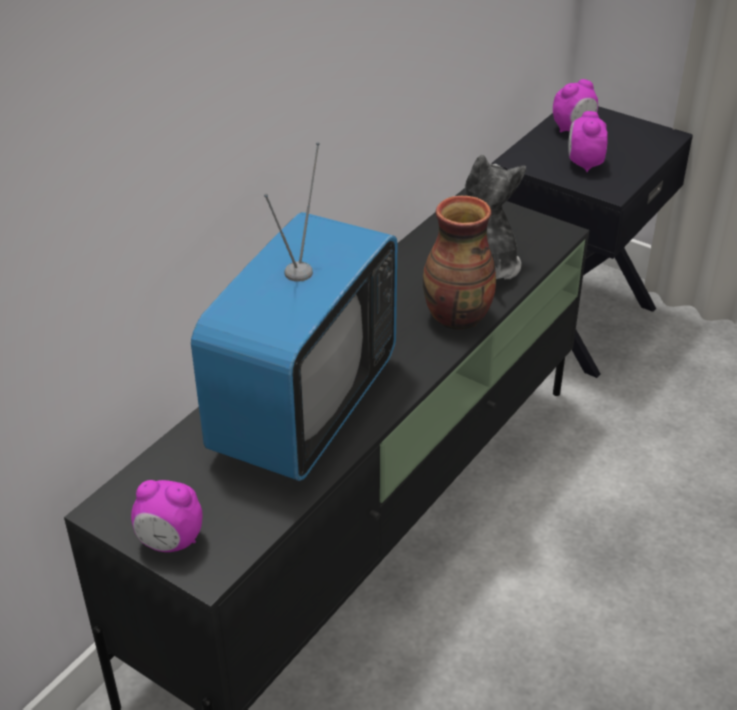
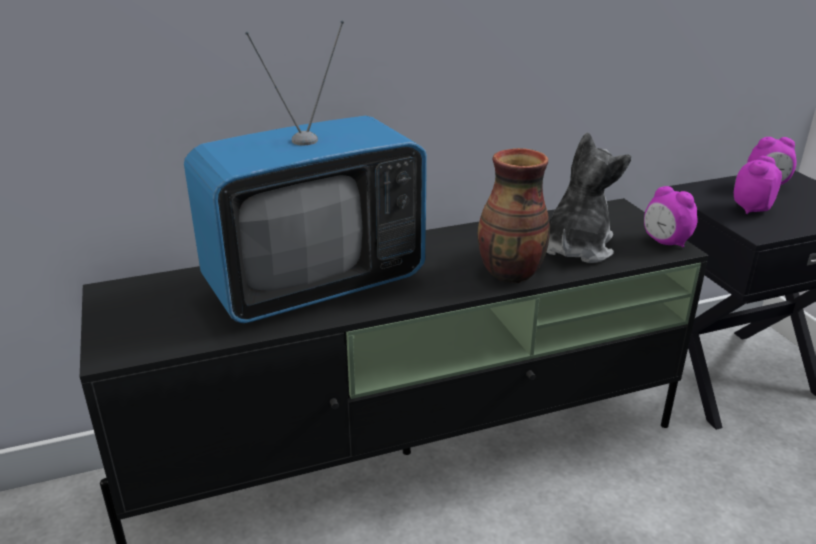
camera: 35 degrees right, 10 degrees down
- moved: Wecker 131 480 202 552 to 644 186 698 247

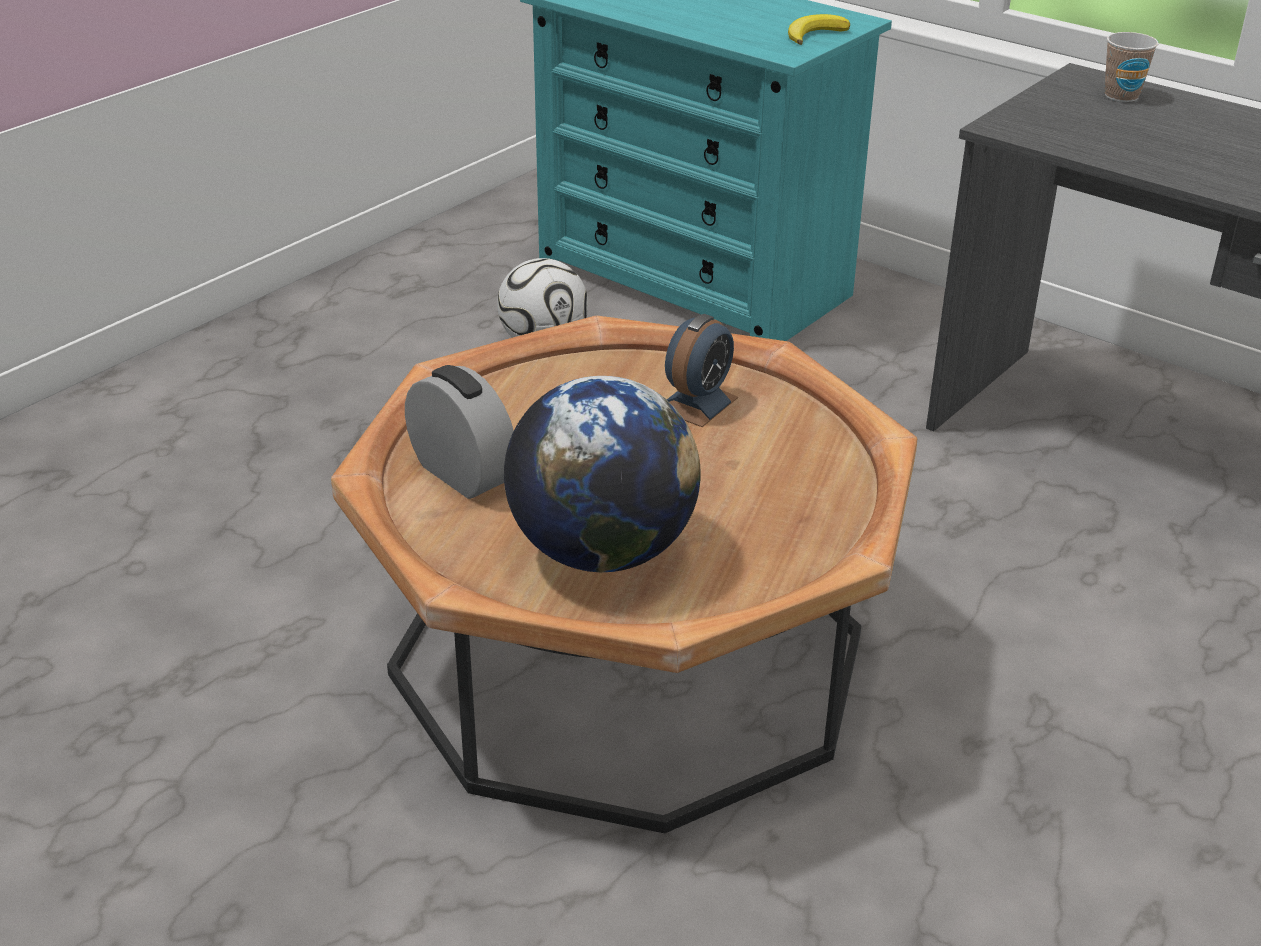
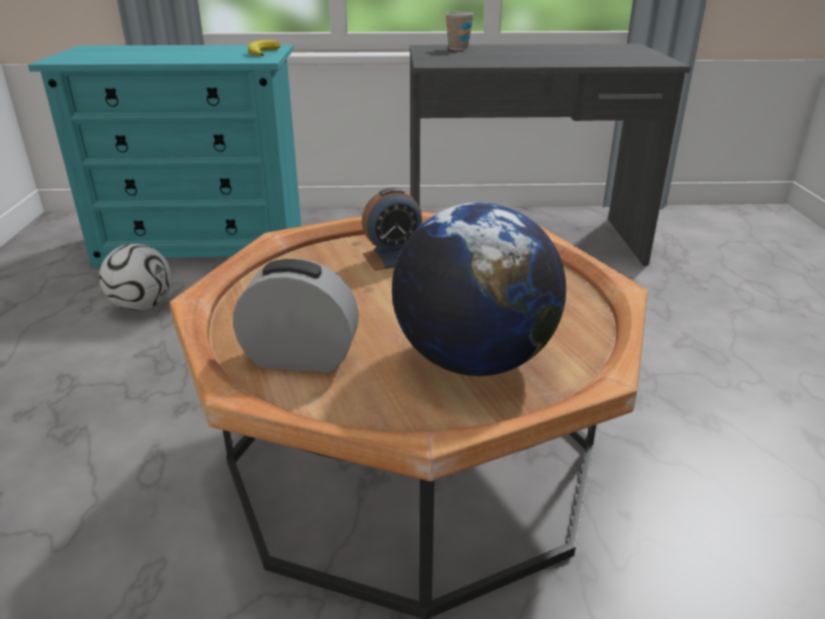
camera: 40 degrees left, 5 degrees down
- turned: Wecker 665 314 738 427 = 362 187 422 271 75 degrees clockwise

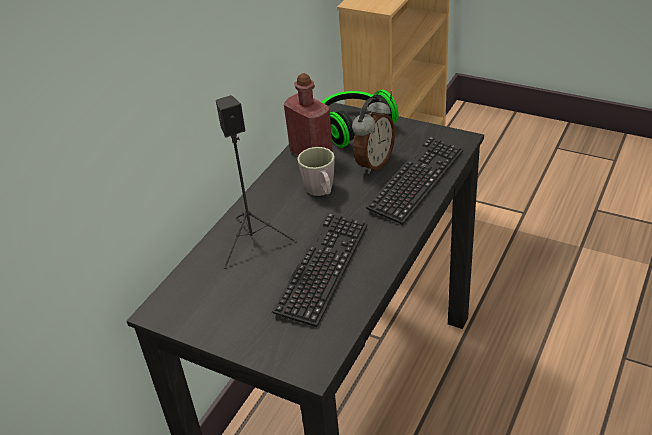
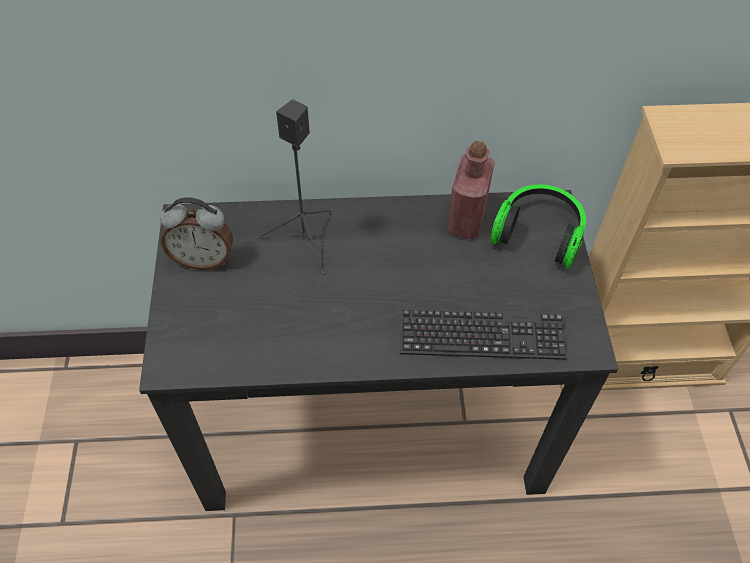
camera: 55 degrees right, 15 degrees up
- moved: Wecker 352 98 395 174 to 160 197 233 270
- removed: Tastatur 272 213 368 327
- removed: Henkelbecher/grau 297 147 335 196

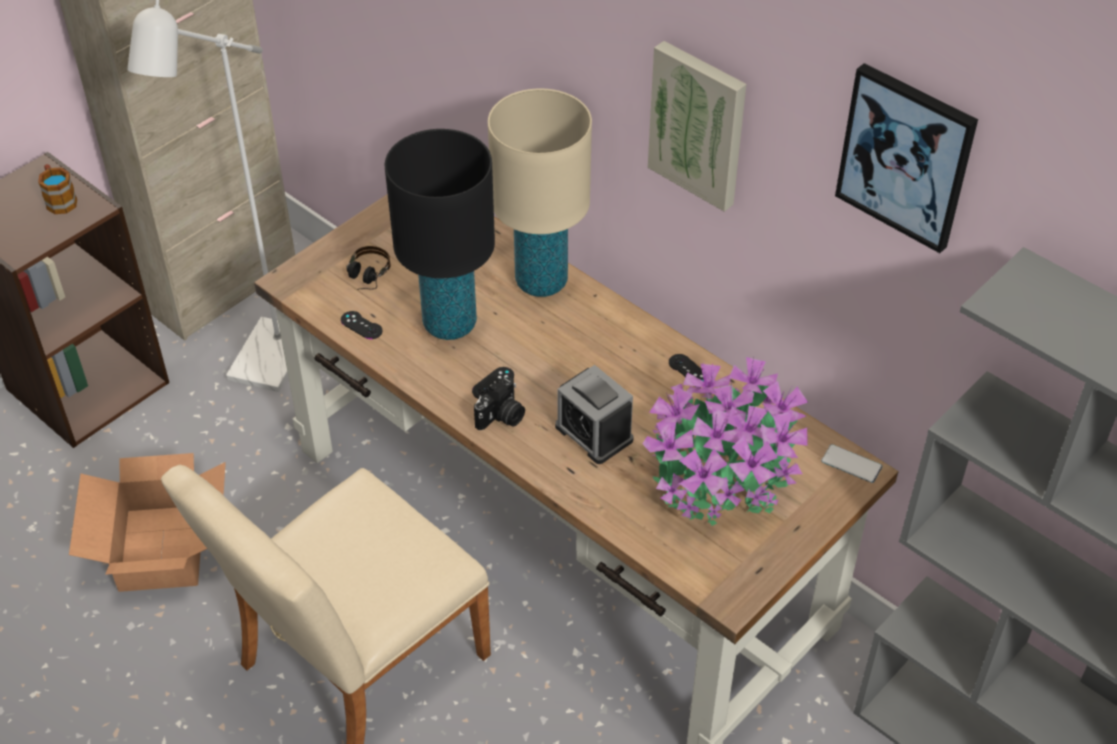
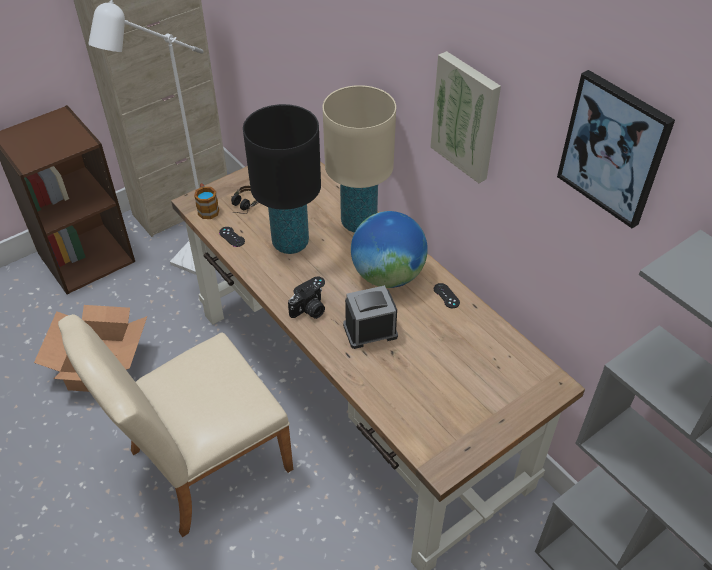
camera: 10 degrees right, 0 degrees up
- moved: Henkelbecher 38 164 77 214 to 194 183 219 219
- turned: Wecker 555 365 634 464 = 343 285 398 349 105 degrees clockwise
- added: Globus 351 211 428 288
- removed: Topfpflanze 643 357 808 526
- removed: Handy 821 444 883 483

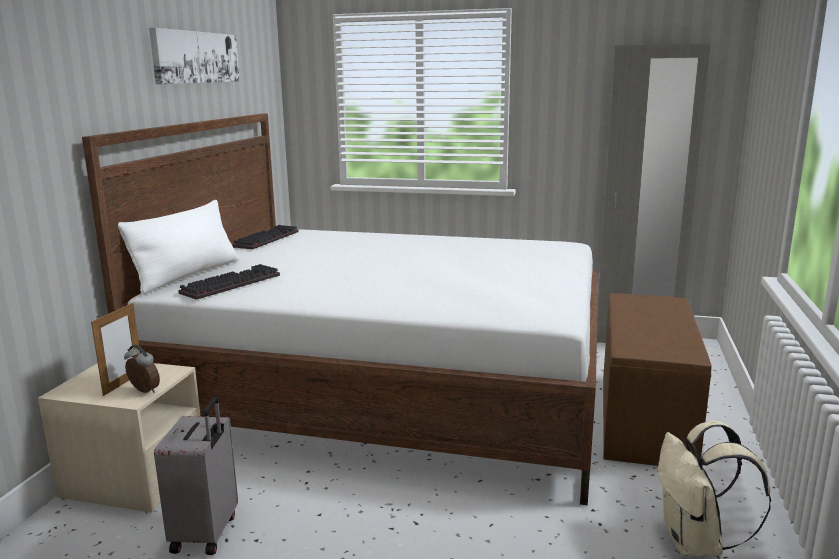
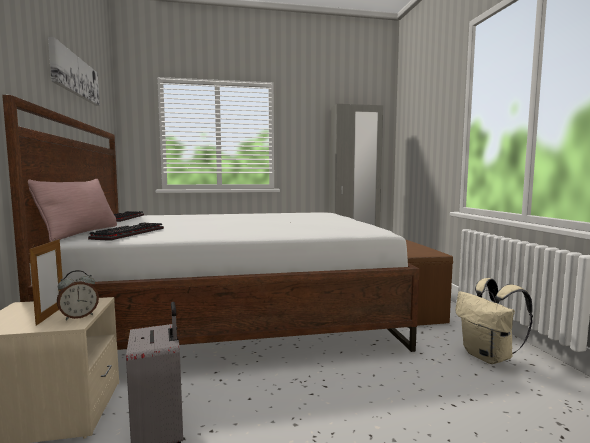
camera: 25 degrees left, 10 degrees down
- recoloured: Kissen/weiß 118 200 239 295 to Kissen/rosa 28 179 117 242
- turned: Wecker 124 345 160 393 = 57 270 99 320 135 degrees clockwise

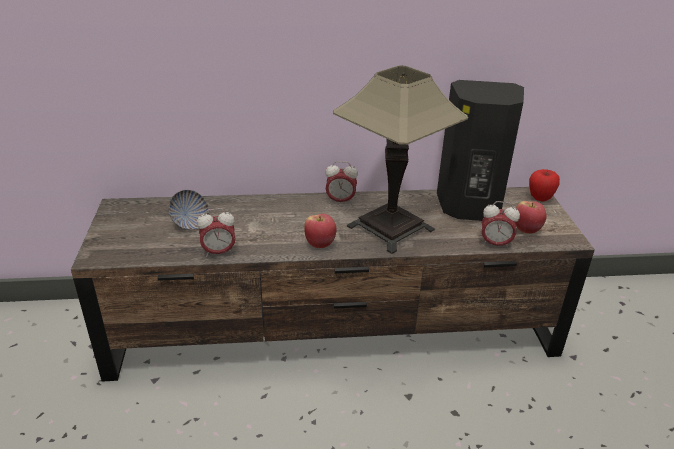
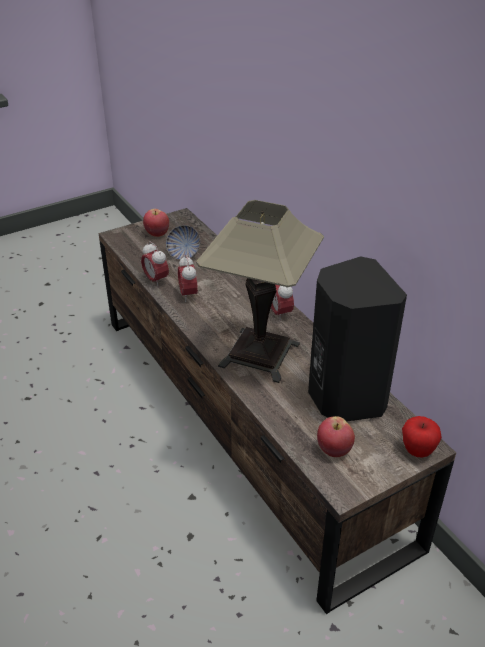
camera: 65 degrees right, 5 degrees up
- moved: Apfel 304 214 337 248 to 143 209 169 237
- moved: Wecker 482 201 520 249 to 178 255 198 302

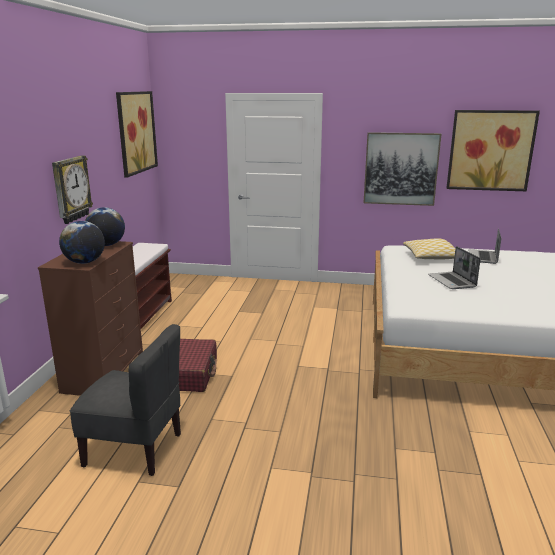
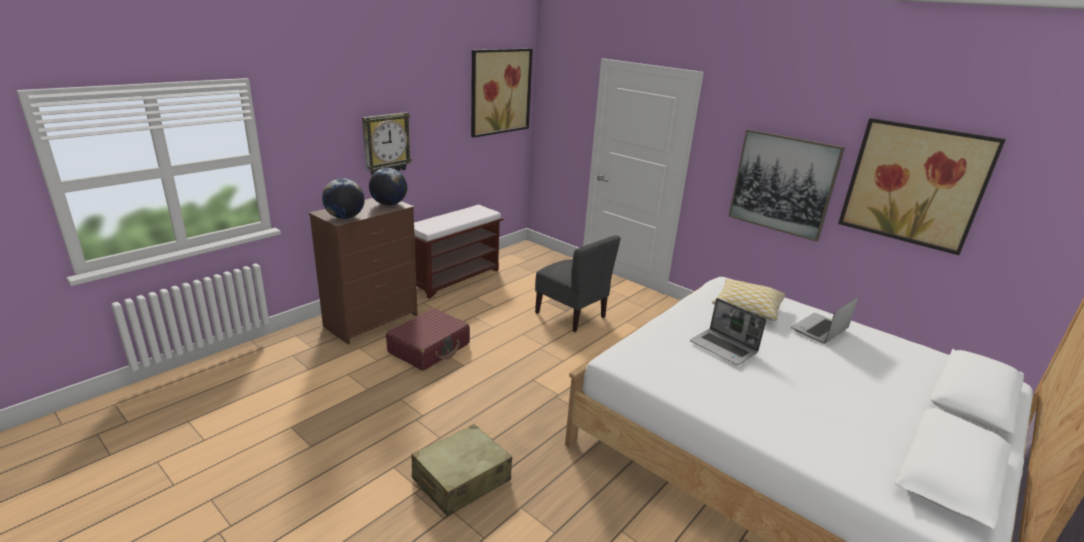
camera: 30 degrees right, 5 degrees up
- added: Koffer/beige 411 424 512 516
- moved: Stuhl/grau 70 324 181 476 to 535 235 621 332
- turned: Laptop 428 246 481 289 = 690 298 766 365 60 degrees counterclockwise

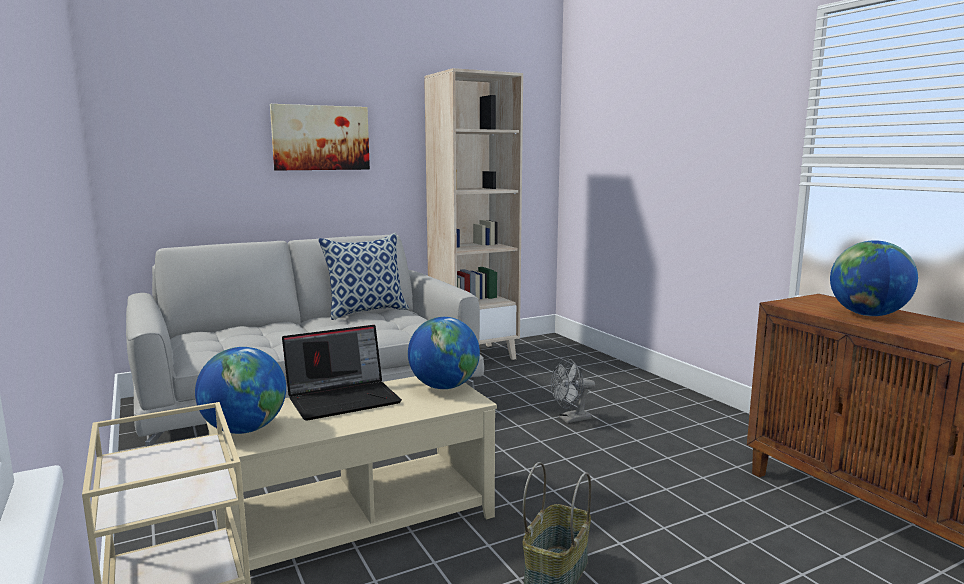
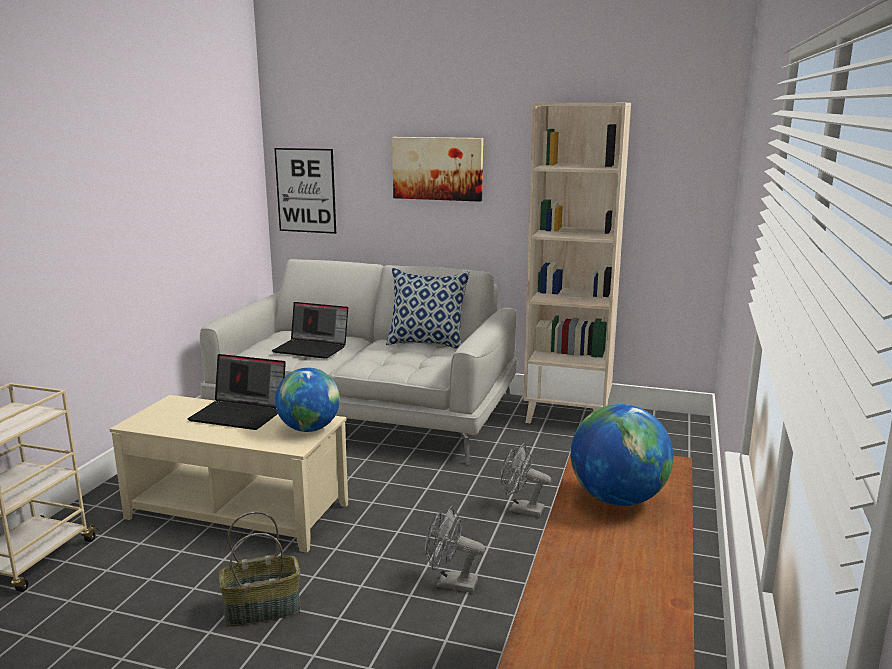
camera: 45 degrees right, 5 degrees up
- added: Laptop 272 302 348 359
- added: Bild 274 148 336 234
- added: Ventilator/grau 425 506 485 593
- removed: Globus 195 347 286 434

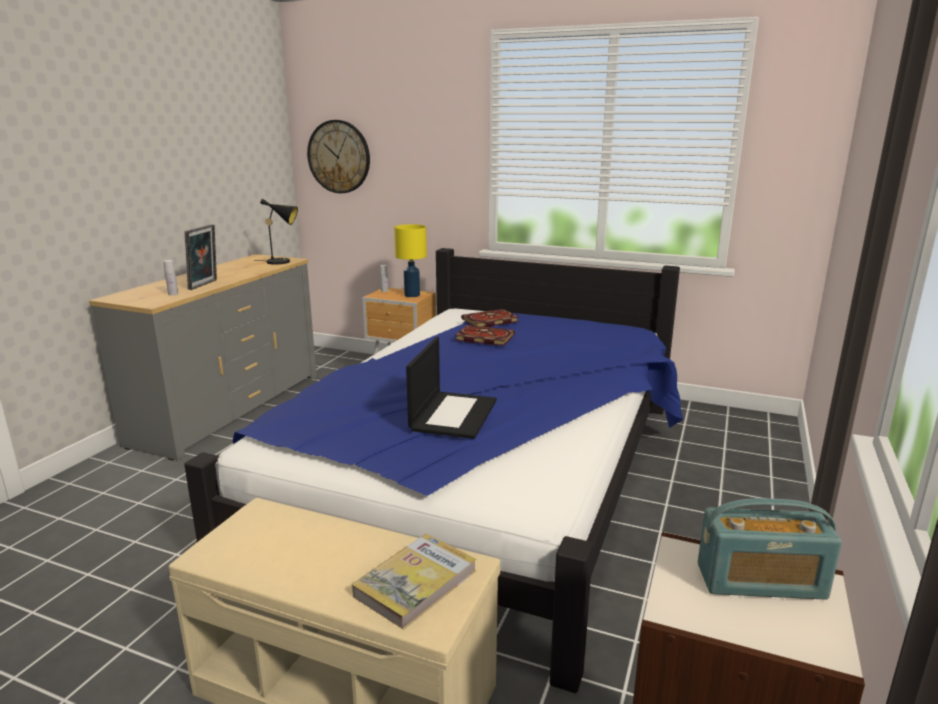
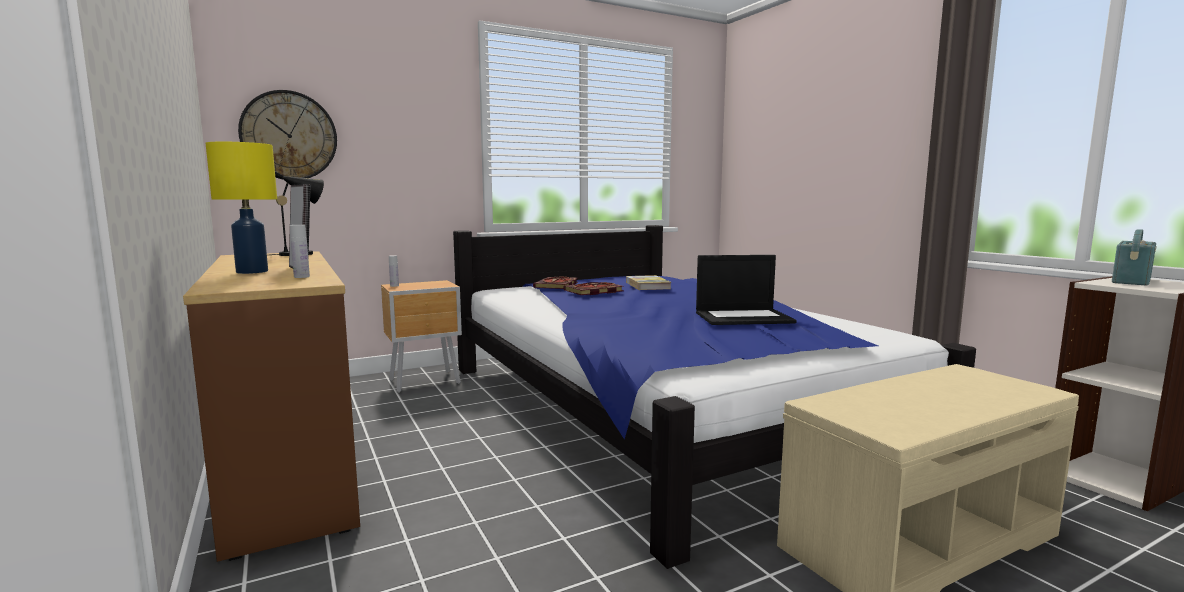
camera: 50 degrees left, 10 degrees down
- recoloured: Kommode/grau 89 254 317 460 to Kommode/braun 183 251 360 562
- moved: Tischlampe/gelb 394 224 427 297 to 206 142 277 274
- moved: Buch 352 534 477 630 to 626 275 671 290
- turned: Laptop 406 337 497 439 = 696 255 796 325 120 degrees clockwise

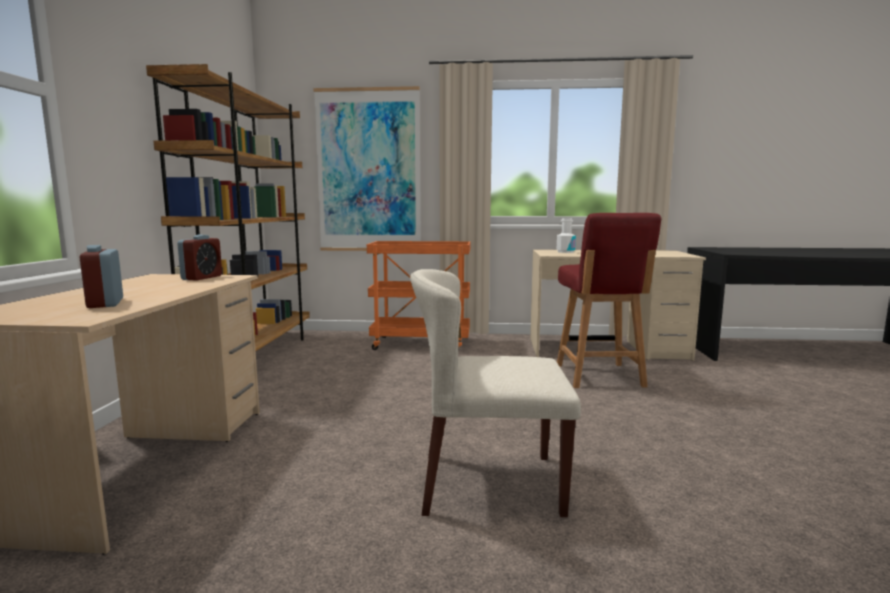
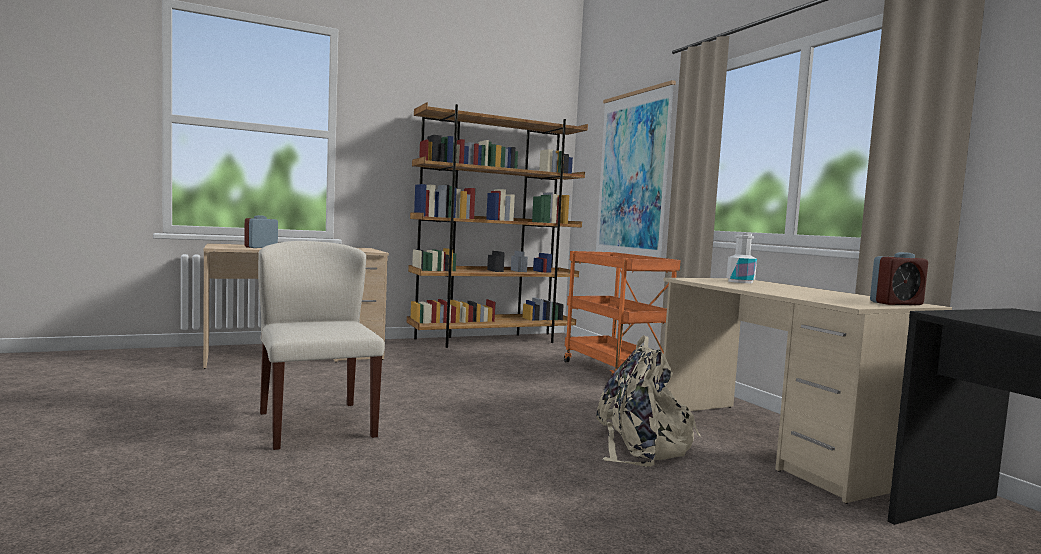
camera: 60 degrees right, 5 degrees down
- replaced: Stuhl/rot 557 213 662 388 to Rucksack/beige 596 335 701 467
- moved: Wecker 177 235 222 281 to 870 252 928 305

